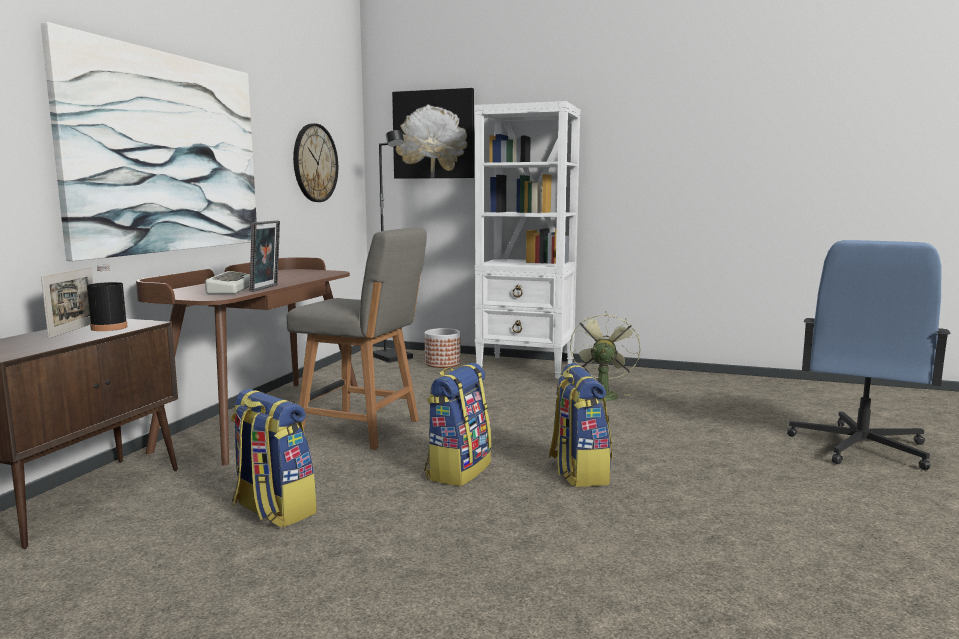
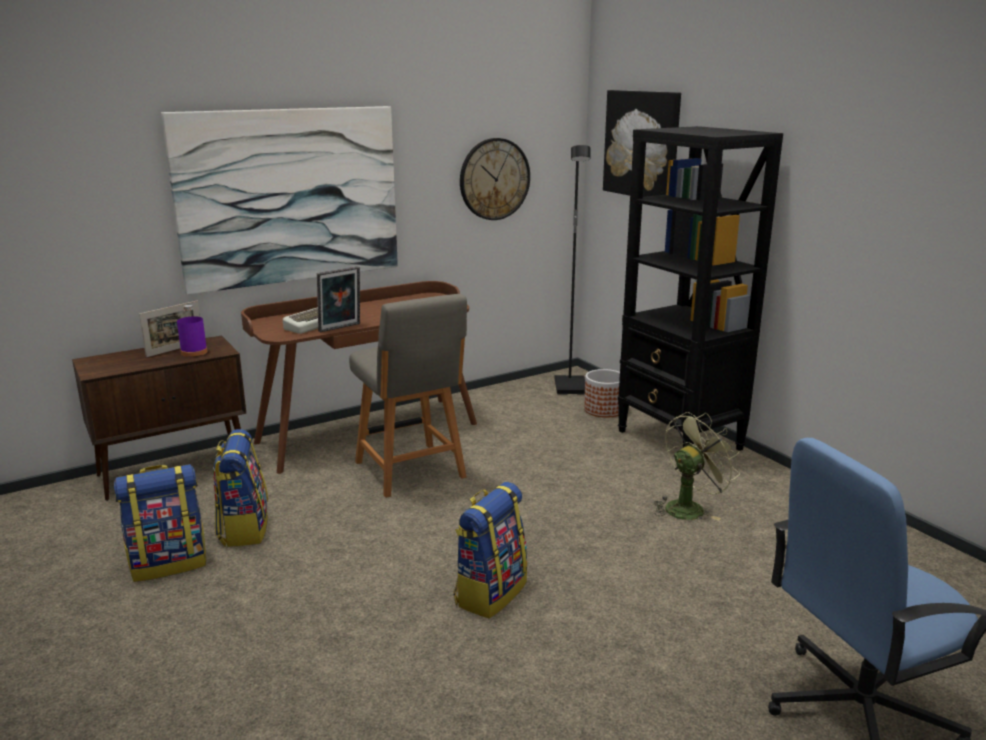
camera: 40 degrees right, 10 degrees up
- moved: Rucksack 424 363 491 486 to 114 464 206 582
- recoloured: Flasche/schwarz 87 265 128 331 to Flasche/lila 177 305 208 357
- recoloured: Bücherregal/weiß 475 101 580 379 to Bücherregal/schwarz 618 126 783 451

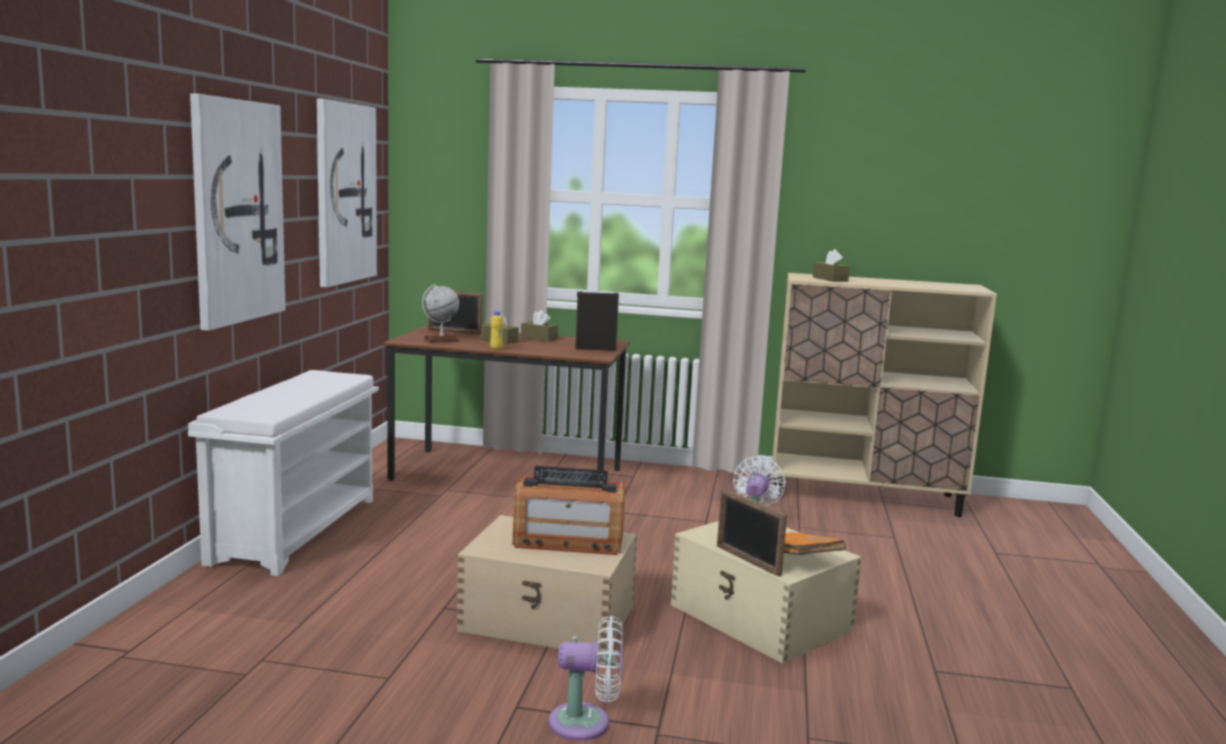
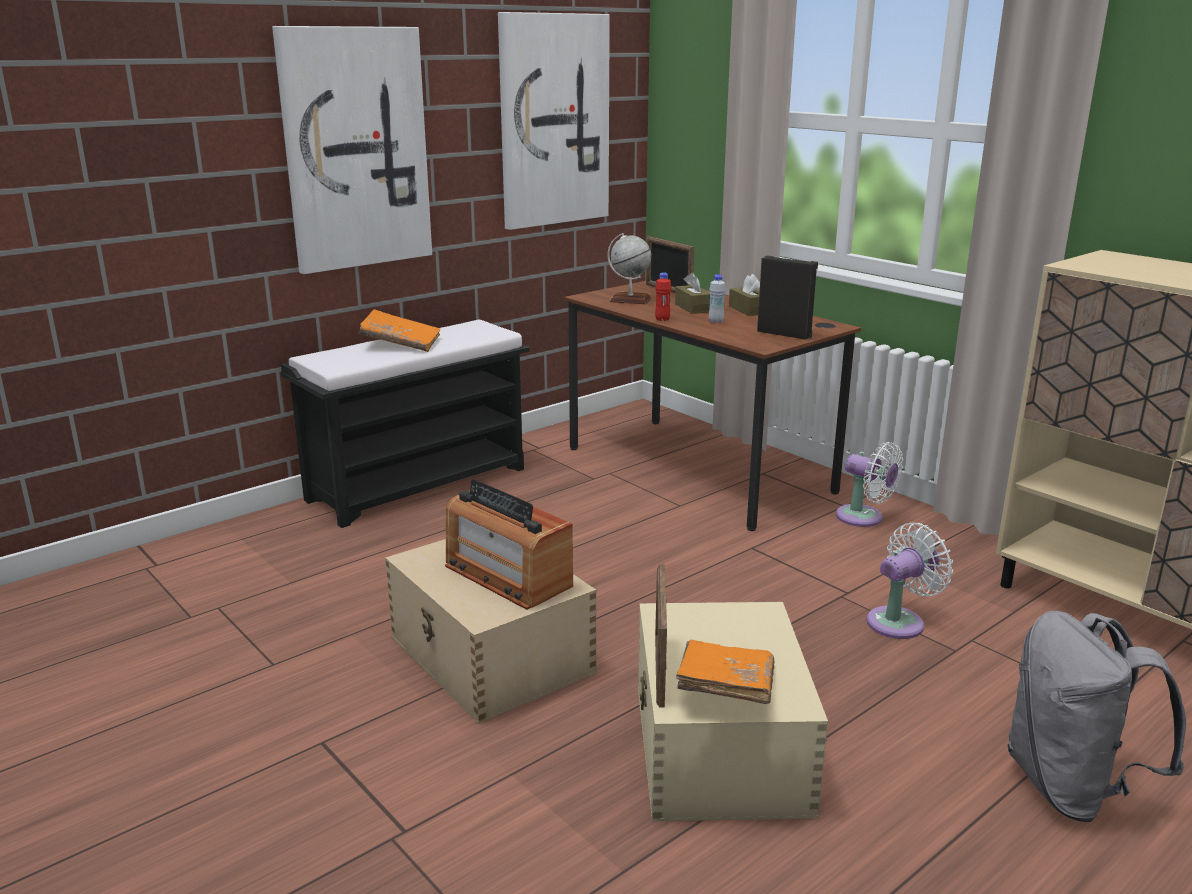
camera: 40 degrees right, 10 degrees up
- recoloured: Bank/weiß 188 370 379 576 to Bank/schwarz 281 319 530 528
- added: Buch/orange 359 309 441 352
- recoloured: Flasche/gelb 490 311 504 350 to Flasche/rot 655 272 671 321
- added: Flasche/weiß 709 274 726 323
- moved: Ventilator/weiß 548 616 623 741 to 836 442 903 527
- added: Rucksack/grau 1008 611 1186 822
- removed: Taschentuchbox/braun 813 249 850 282

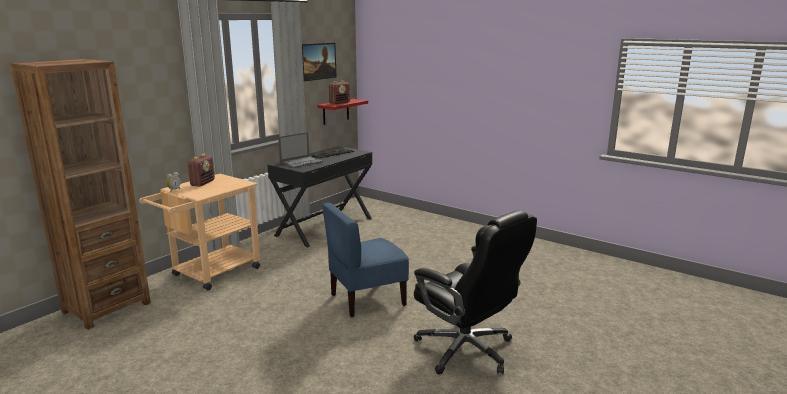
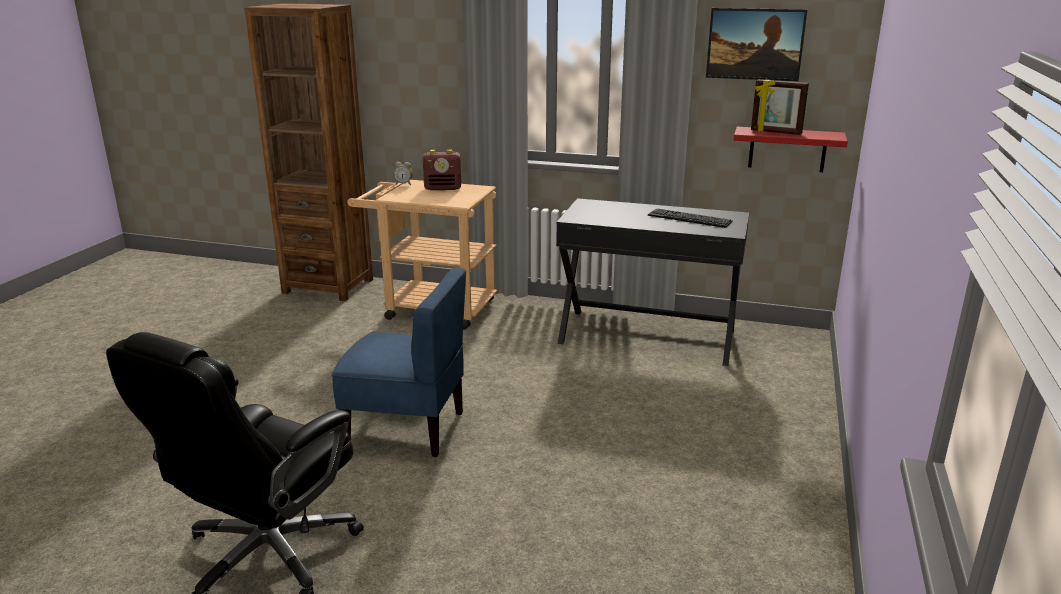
camera: 70 degrees right, 5 degrees up
- turned: Stuhl/blau 322 202 409 317 = 332 267 466 457 150 degrees clockwise
- replaced: Radio 329 81 350 104 to Bilderrahmen 751 79 809 135
- removed: Laptop 278 132 323 168

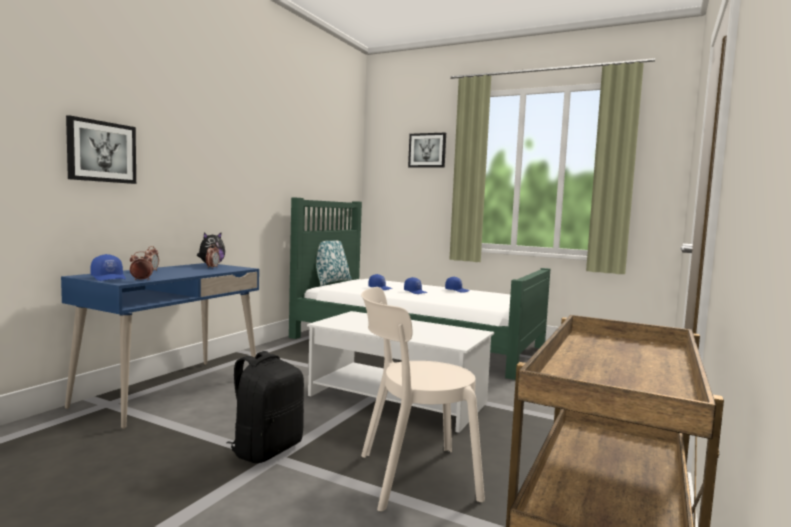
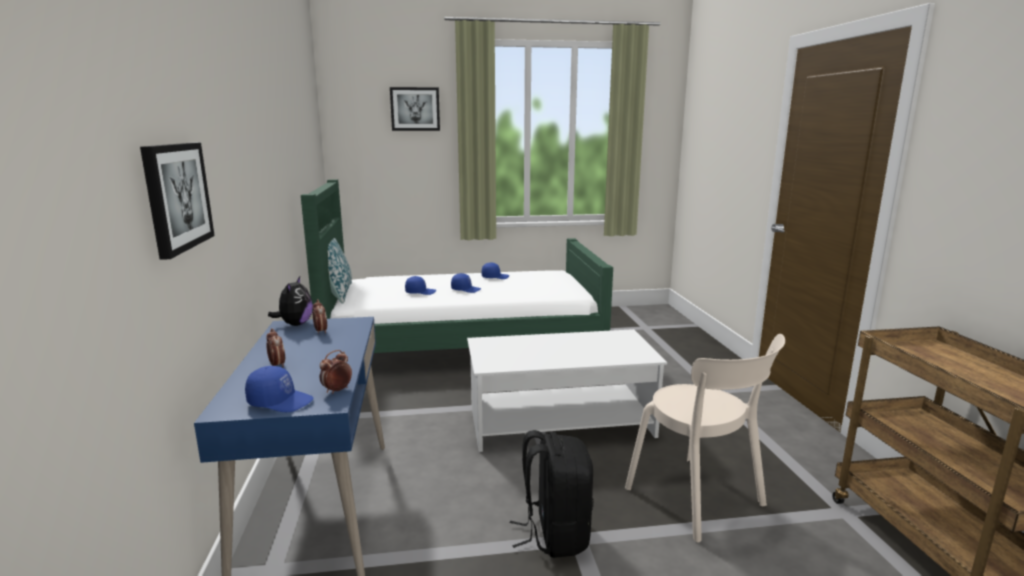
camera: 35 degrees left, 10 degrees up
- turned: Stuhl/beige 361 287 485 512 = 625 334 785 543 75 degrees counterclockwise

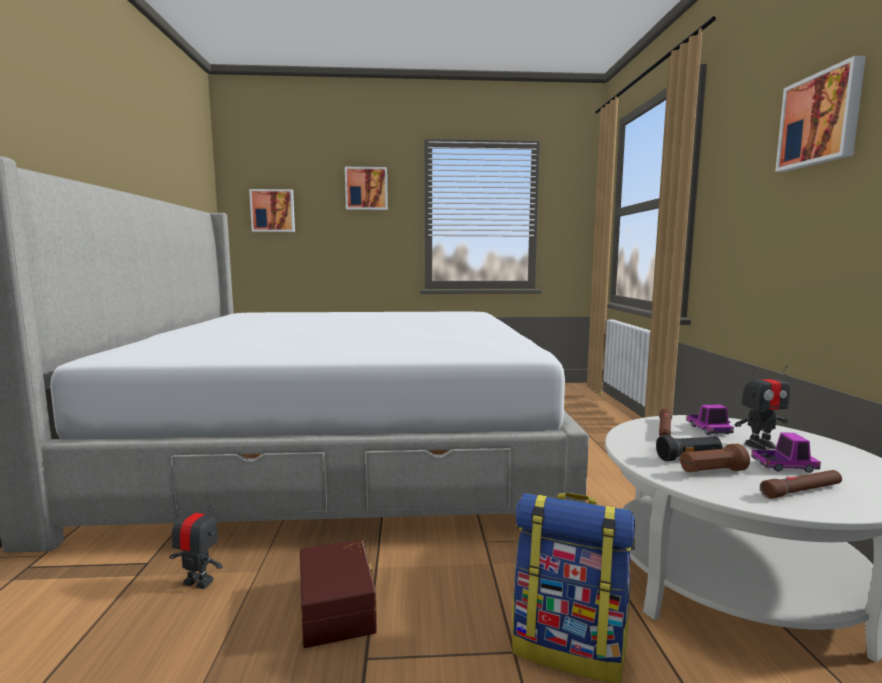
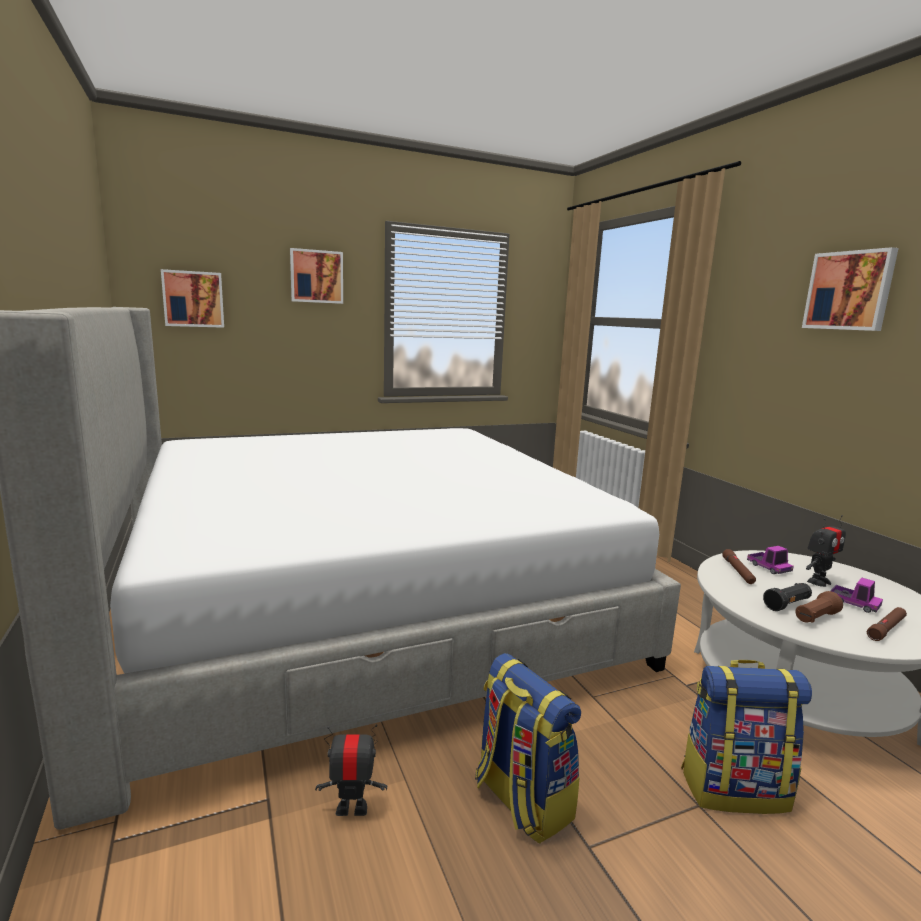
camera: 20 degrees left, 5 degrees up
- replaced: Aufbewahrungsbox/braun 300 539 377 648 to Rucksack 475 653 581 844
- turned: Spielzeuglaster 751 432 821 473 = 830 578 883 613 60 degrees clockwise

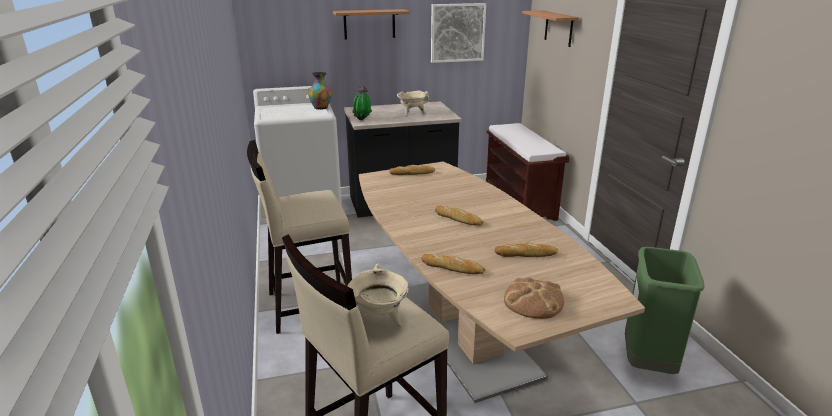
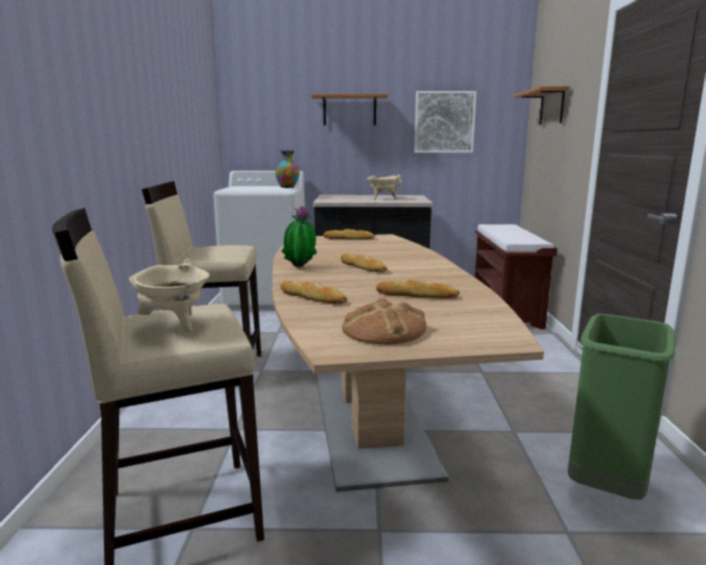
camera: 15 degrees right, 10 degrees down
- moved: Topfpflanze 352 85 372 120 to 281 206 317 268

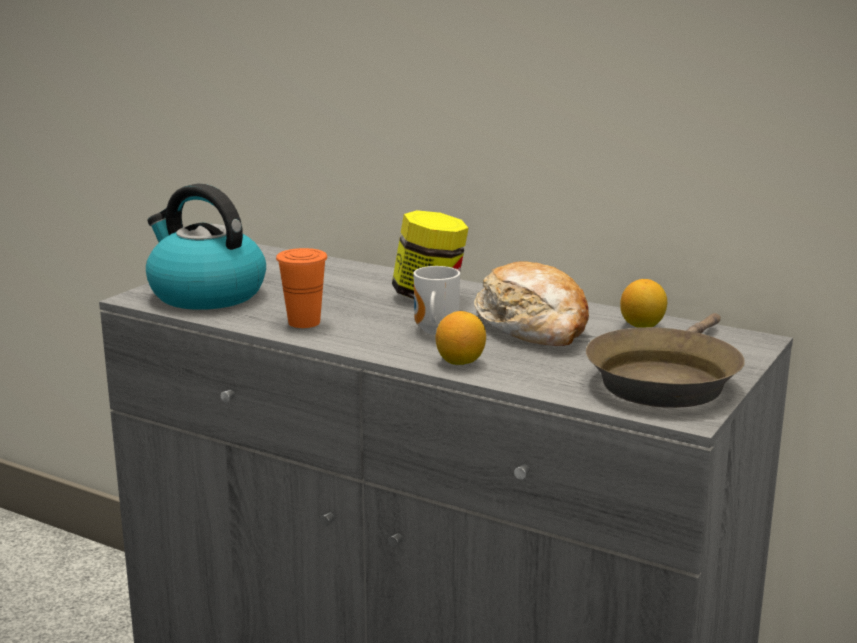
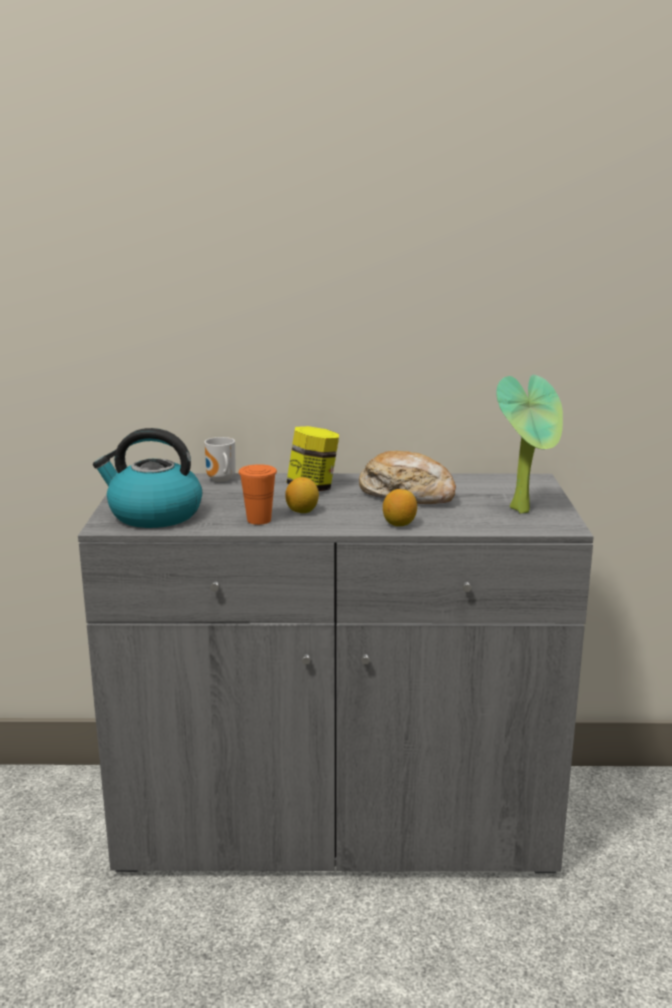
camera: 30 degrees left, 0 degrees up
- moved: Henkelbecher 414 266 460 335 to 204 437 236 482
- moved: Zitrone 620 279 667 328 to 285 477 319 513
- replaced: Pfanne/braun 586 313 745 408 to Topfpflanze 496 374 563 514

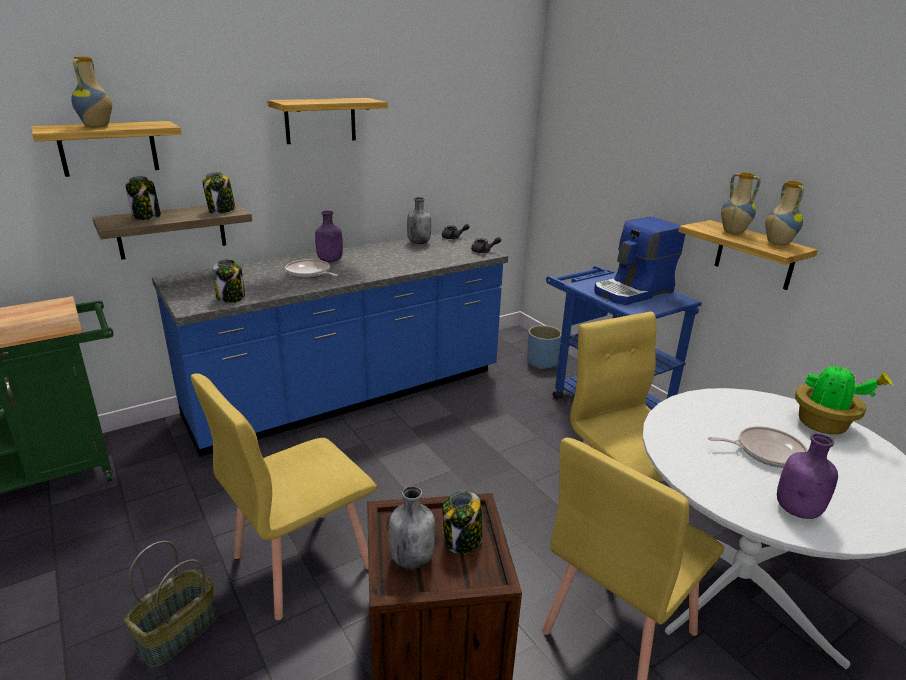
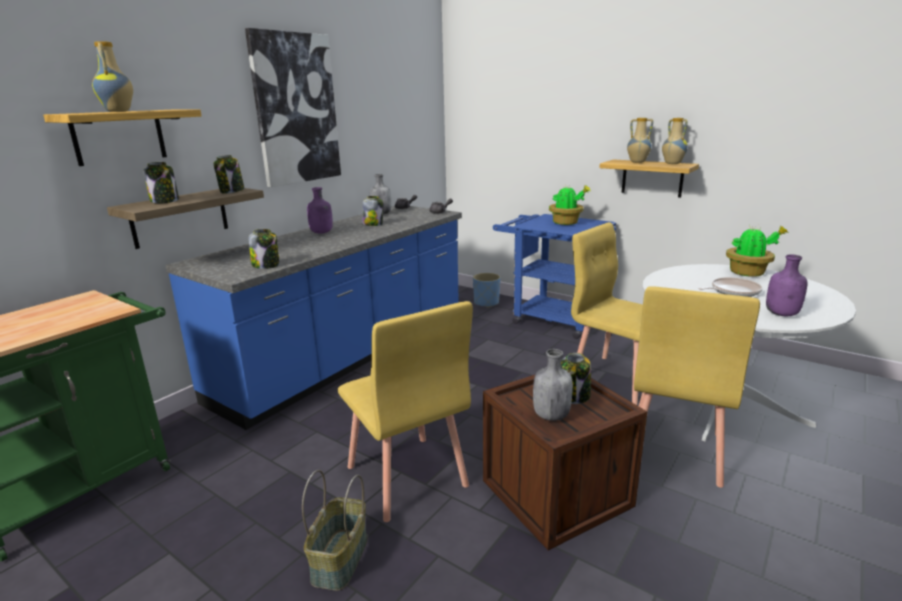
camera: 20 degrees left, 5 degrees down
- replaced: Wandregal 267 98 388 144 to Bild 245 28 341 187
- turned: Stuhl/gelb 191 373 377 620 = 338 301 473 522 60 degrees counterclockwise
- added: Vorratsglas 362 196 383 226
- replaced: Kaffeemaschine 594 217 685 305 to Topfpflanze 549 185 591 225
- removed: Pfanne 285 259 338 278

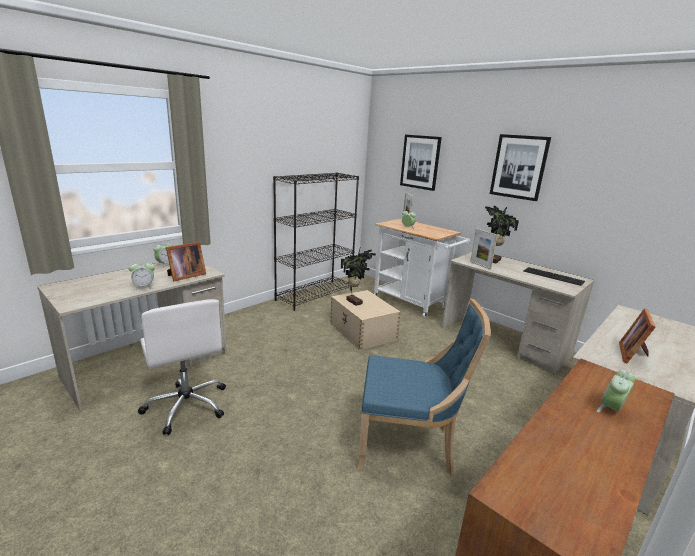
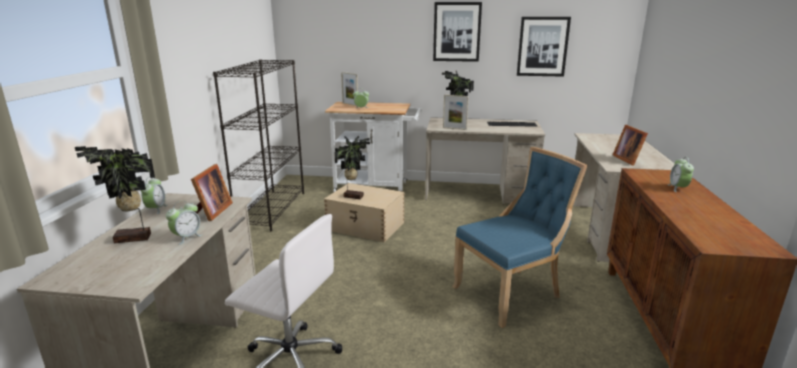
camera: 35 degrees left, 0 degrees up
- added: Topfpflanze 75 146 155 243
- moved: Bild 400 134 442 191 to 517 17 571 77

